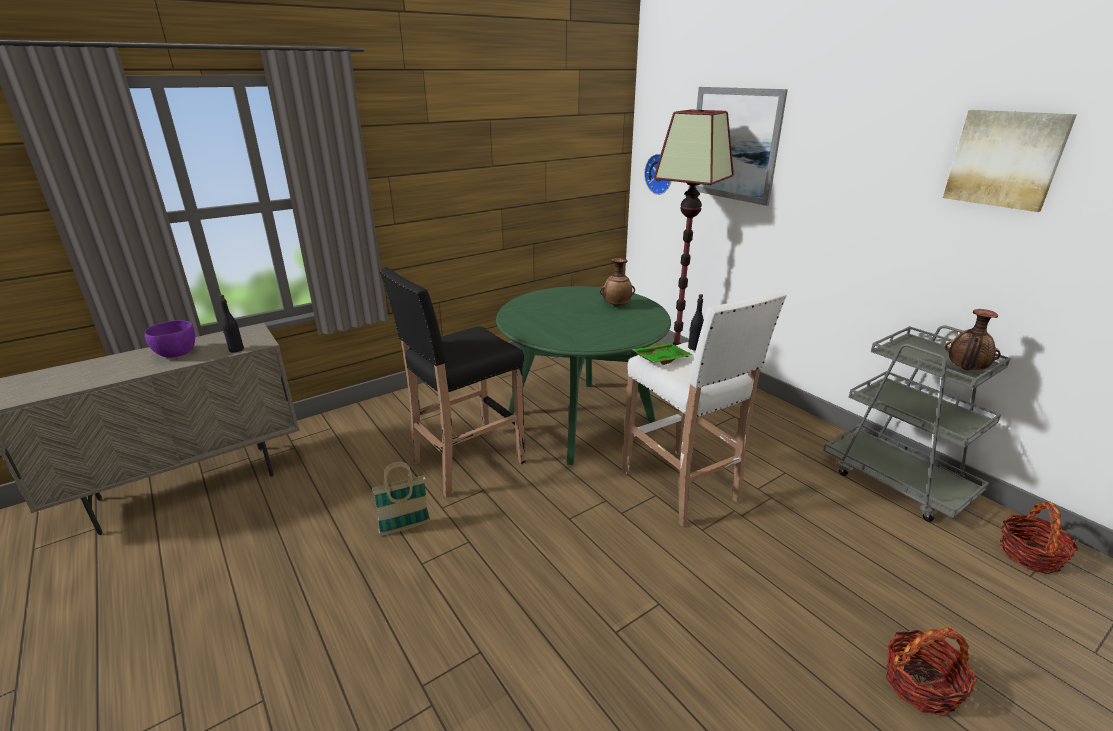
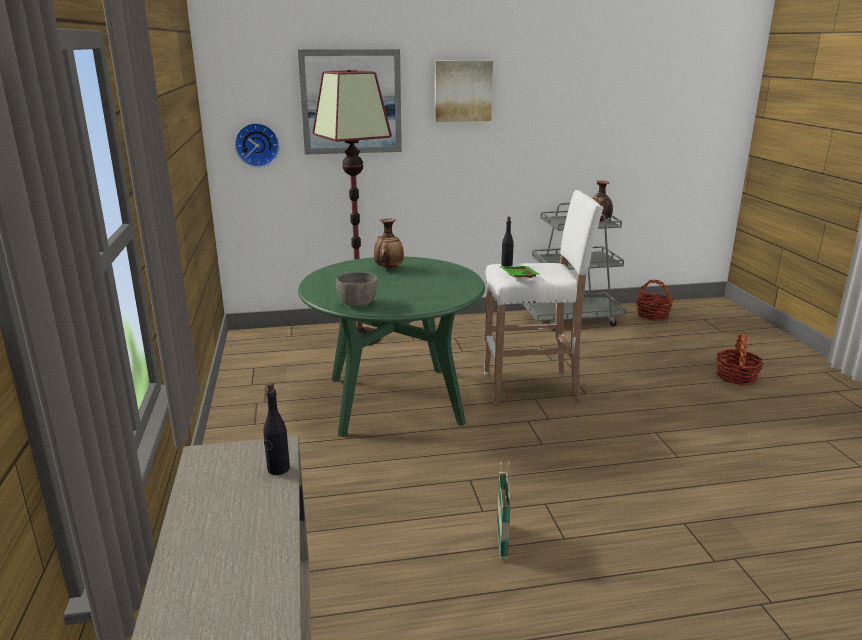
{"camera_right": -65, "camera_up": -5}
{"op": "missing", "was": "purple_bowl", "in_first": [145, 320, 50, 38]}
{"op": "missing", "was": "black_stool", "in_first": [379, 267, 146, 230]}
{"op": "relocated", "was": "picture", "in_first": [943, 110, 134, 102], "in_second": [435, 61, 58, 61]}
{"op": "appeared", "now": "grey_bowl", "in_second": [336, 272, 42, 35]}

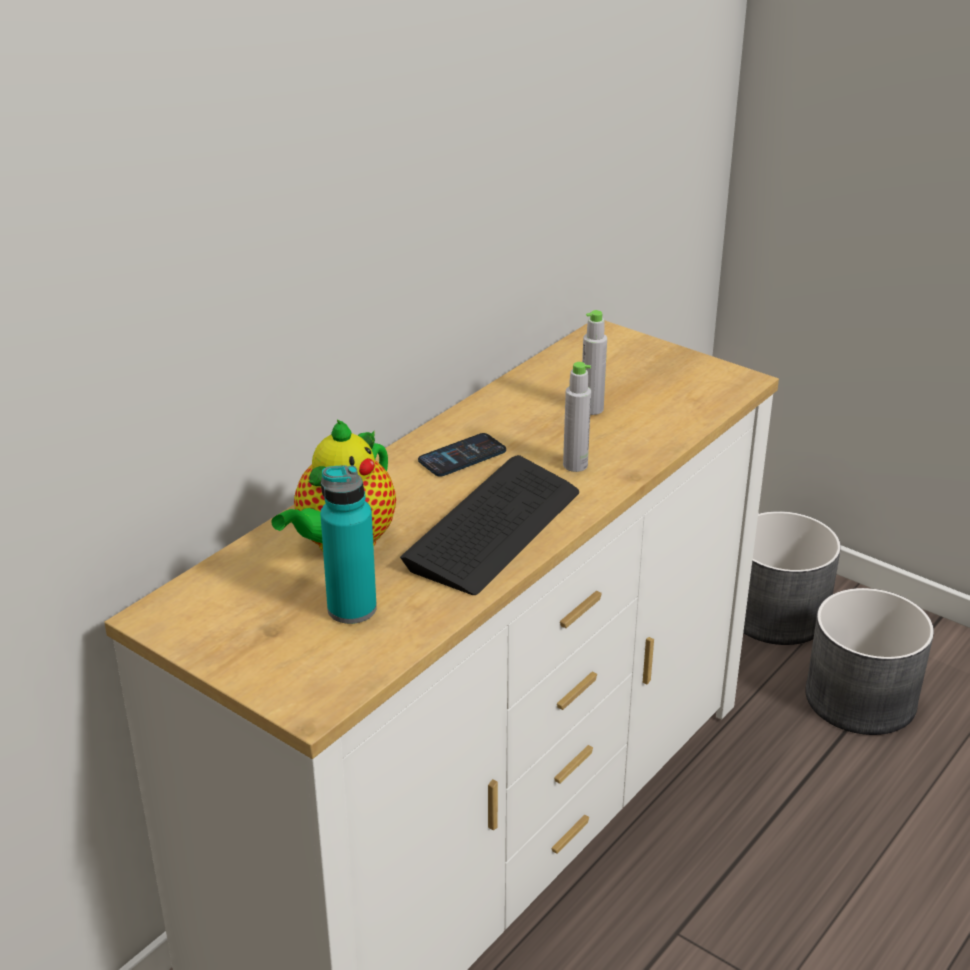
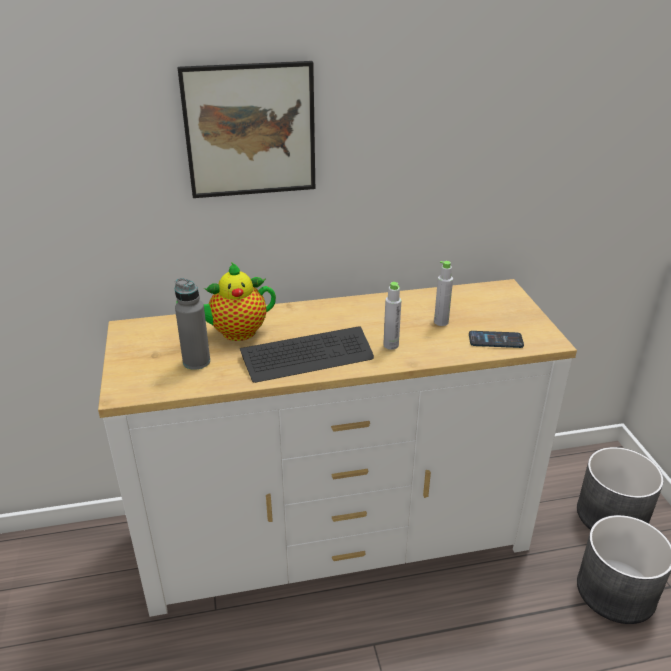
{"camera_right": 40, "camera_up": 0}
{"op": "colour", "was": "turquoise_bottle", "now": "grey_bottle", "in_first": [320, 465, 57, 159], "in_second": [175, 278, 35, 92]}
{"op": "relocated", "was": "phone", "in_first": [418, 433, 88, 44], "in_second": [469, 331, 55, 17]}
{"op": "appeared", "now": "picture", "in_second": [177, 61, 138, 137]}

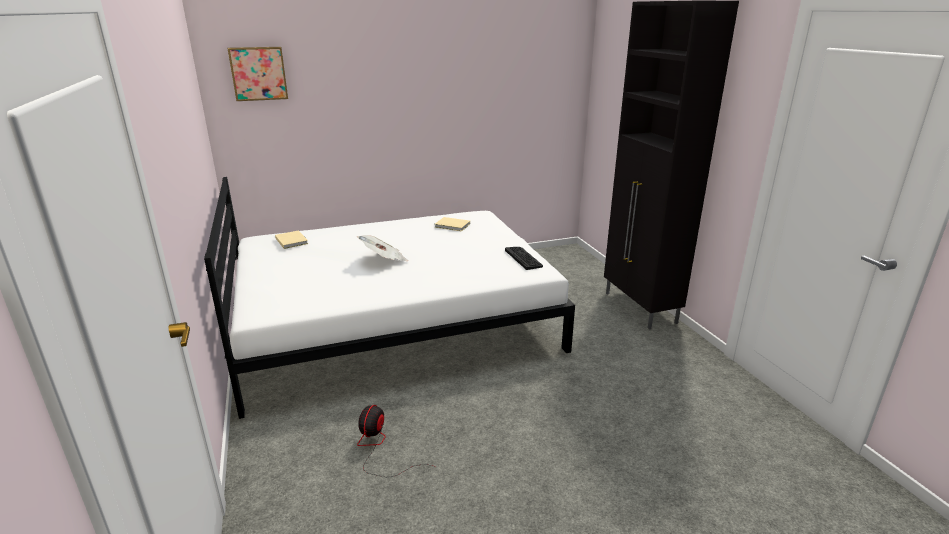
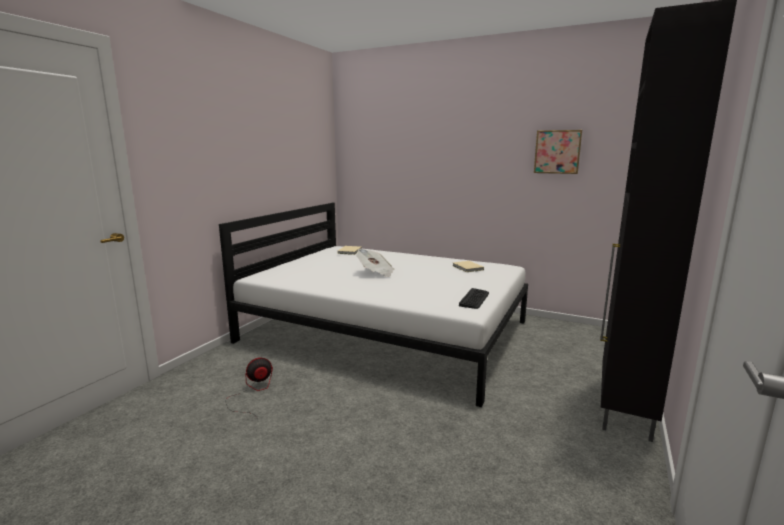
{"camera_right": 45, "camera_up": -10}
{"op": "relocated", "was": "picture", "in_first": [227, 47, 61, 54], "in_second": [534, 130, 48, 44]}

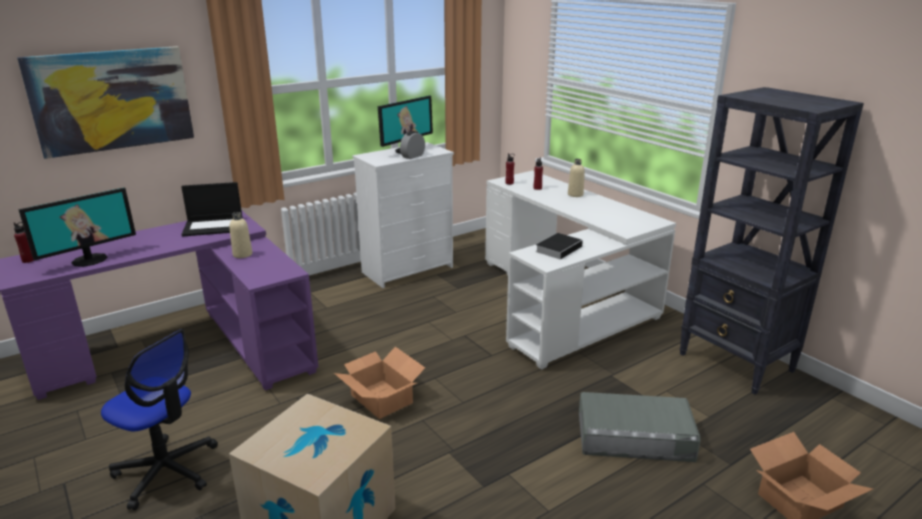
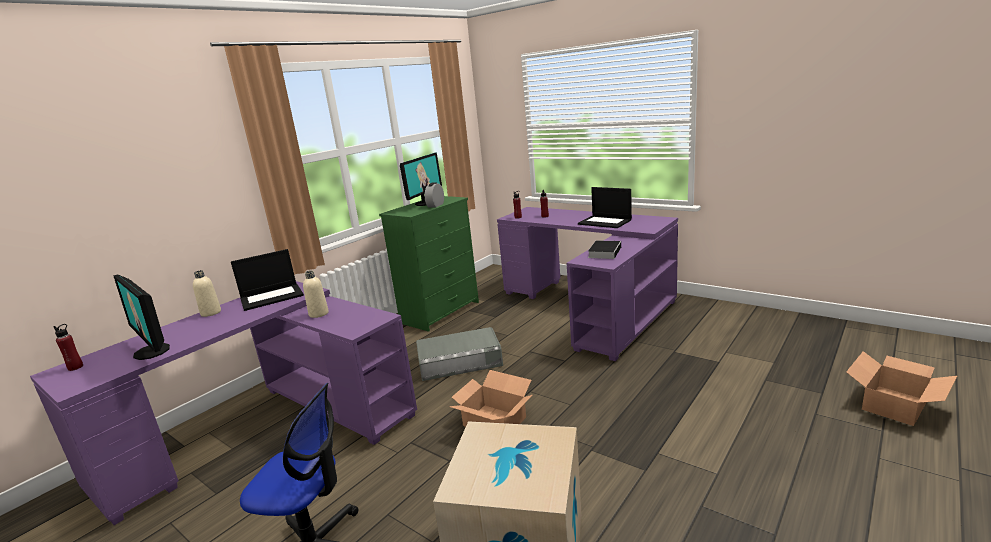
{"camera_right": -15, "camera_up": -5}
{"op": "missing", "was": "picture", "in_first": [17, 46, 177, 113]}
{"op": "spun", "was": "monitor", "in_first": [18, 188, 118, 79], "in_second": [113, 274, 57, 86], "clockwise": 105}
{"op": "colour", "was": "white_dresser", "now": "green_dresser", "in_first": [352, 142, 102, 146], "in_second": [379, 196, 100, 136]}
{"op": "colour", "was": "white_desk", "now": "purple_desk", "in_first": [485, 171, 191, 198], "in_second": [497, 207, 181, 154]}
{"op": "relocated", "was": "beige_bottle", "in_first": [568, 159, 17, 38], "in_second": [193, 270, 28, 47]}
{"op": "relocated", "was": "grey_storage_box", "in_first": [579, 392, 121, 70], "in_second": [416, 327, 87, 54]}
{"op": "missing", "was": "black_bookcase", "in_first": [679, 87, 185, 308]}
{"op": "appeared", "now": "laptop", "in_second": [578, 187, 54, 41]}

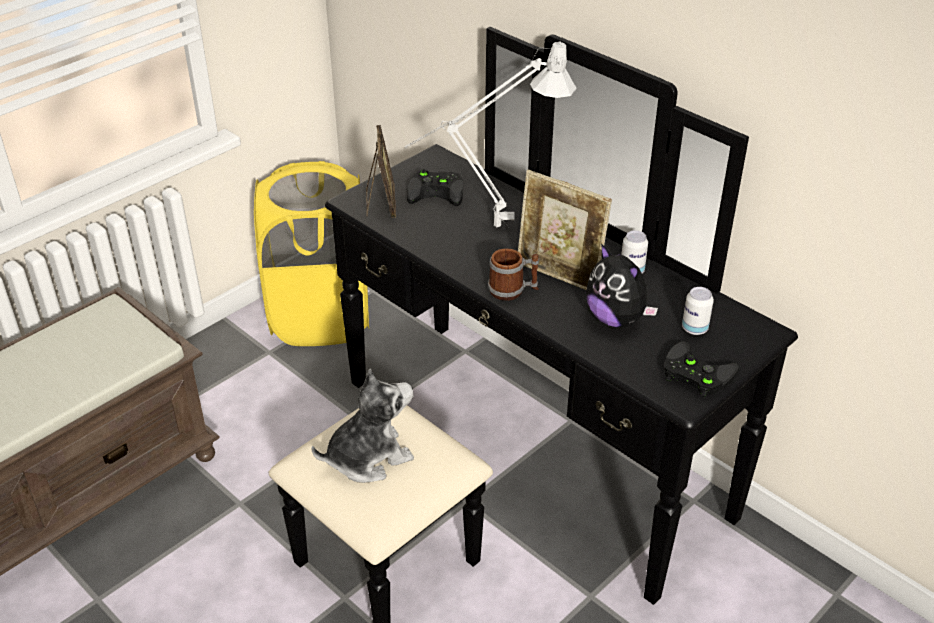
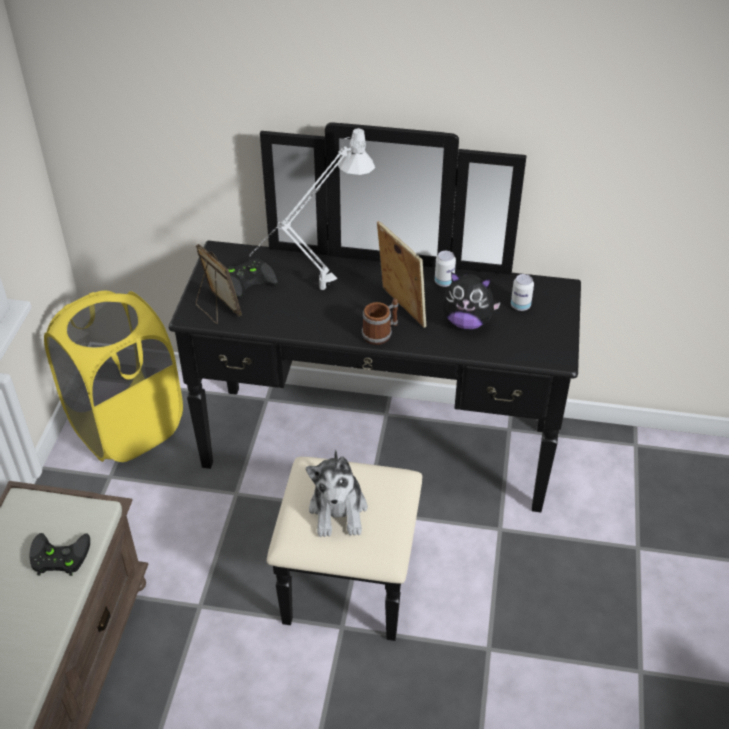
{"camera_right": -35, "camera_up": 5}
{"op": "spun", "was": "plush_toy", "in_first": [312, 369, 102, 114], "in_second": [306, 450, 62, 87], "clockwise": 150}
{"op": "spun", "was": "picture_frame", "in_first": [518, 170, 94, 120], "in_second": [377, 221, 50, 107], "clockwise": -120}
{"op": "relocated", "was": "black_game_controller", "in_first": [665, 341, 74, 56], "in_second": [30, 533, 60, 43]}

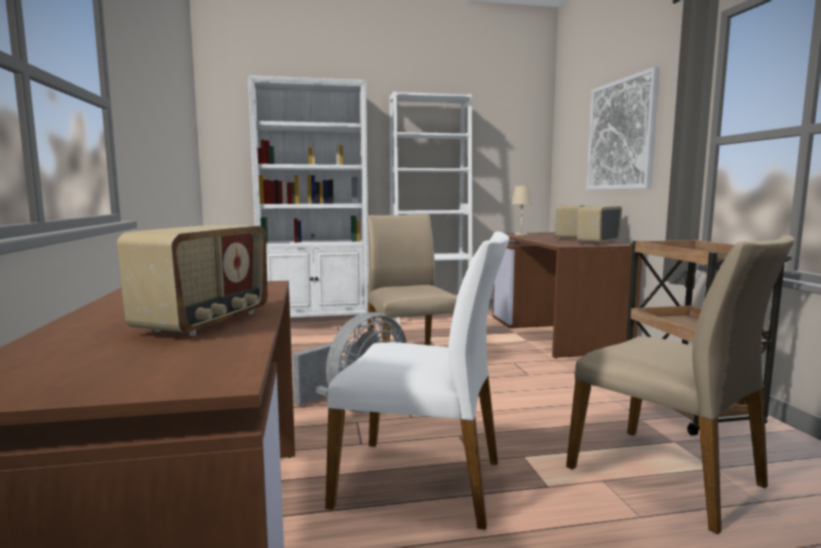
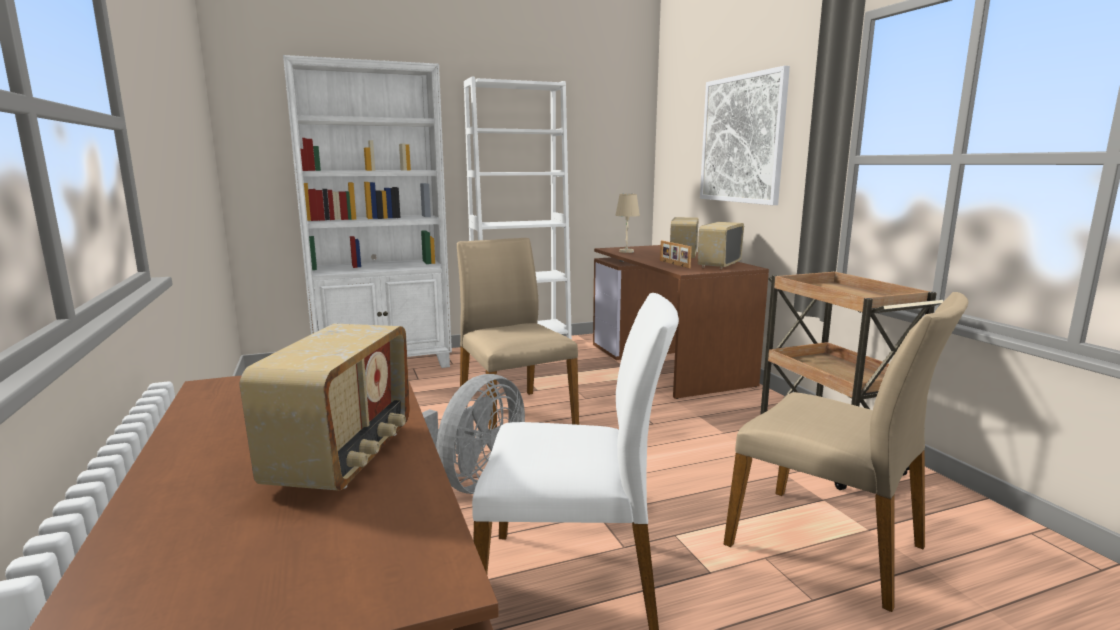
{"camera_right": -10, "camera_up": 5}
{"op": "appeared", "now": "picture_frame", "in_second": [660, 241, 32, 27]}

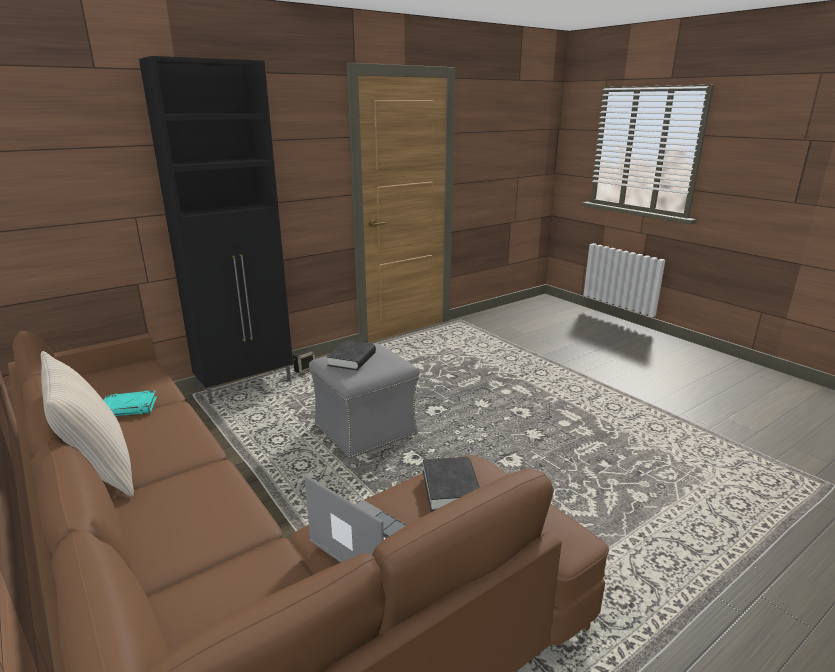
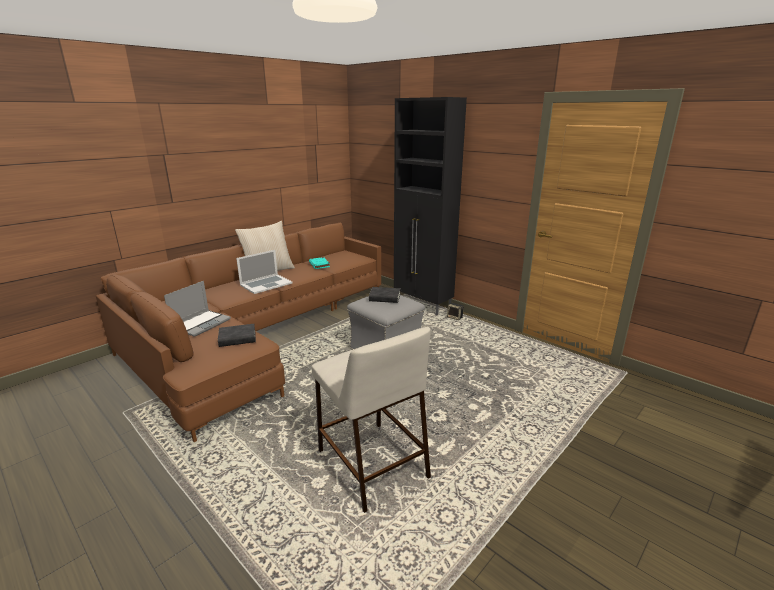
{"camera_right": 80, "camera_up": 0}
{"op": "appeared", "now": "laptop", "in_second": [236, 250, 57, 44]}
{"op": "appeared", "now": "beige_stool", "in_second": [312, 327, 119, 186]}

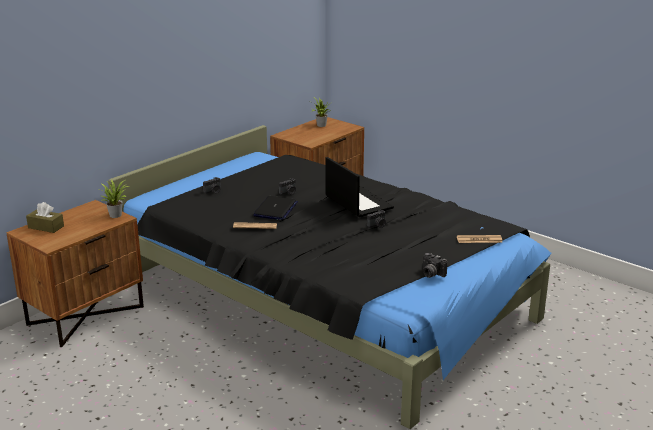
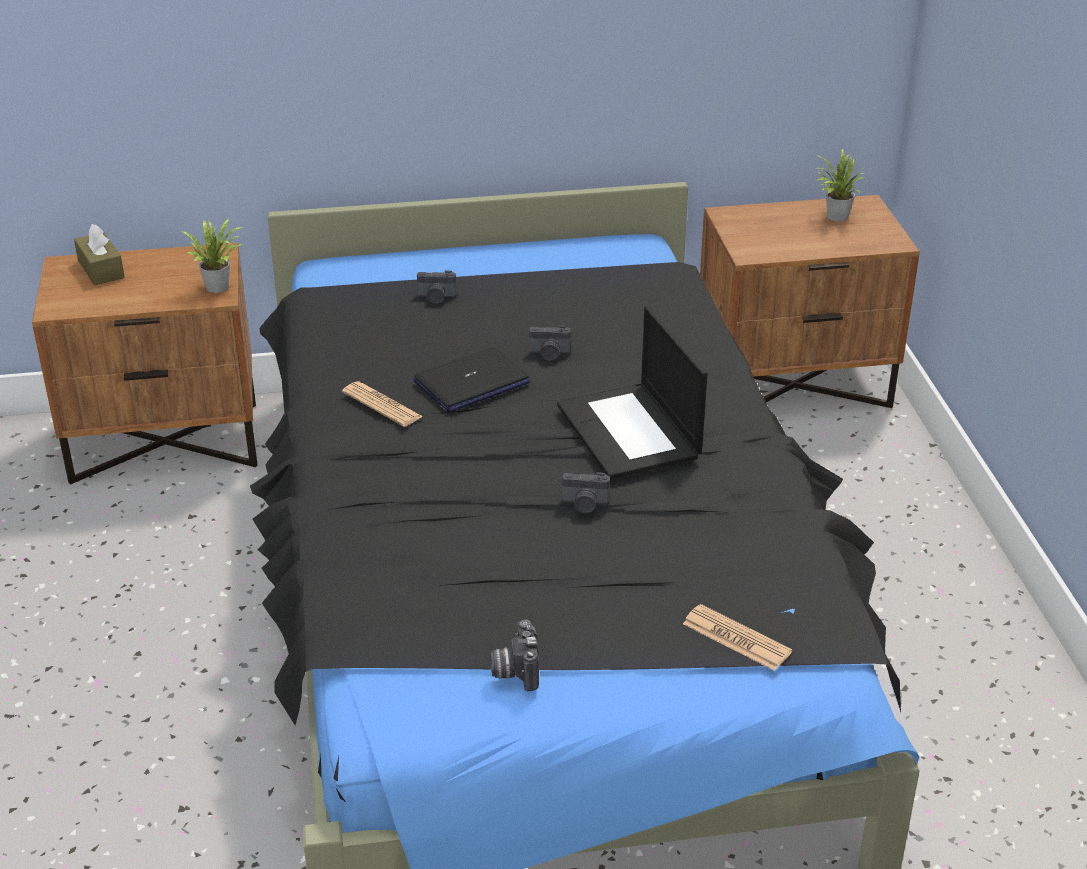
{"camera_right": 40, "camera_up": 10}
{"op": "spun", "was": "laptop", "in_first": [326, 157, 68, 60], "in_second": [557, 306, 151, 173], "clockwise": 150}

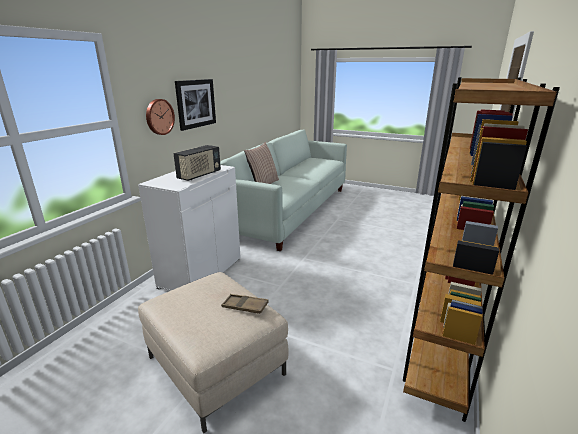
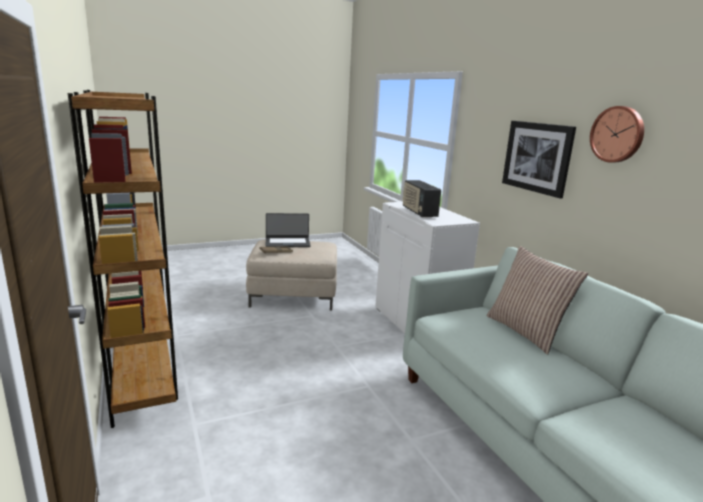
{"camera_right": 130, "camera_up": -5}
{"op": "relocated", "was": "wall_clock", "in_first": [146, 99, 29, 36], "in_second": [590, 106, 54, 56]}
{"op": "appeared", "now": "laptop", "in_second": [266, 213, 45, 34]}

